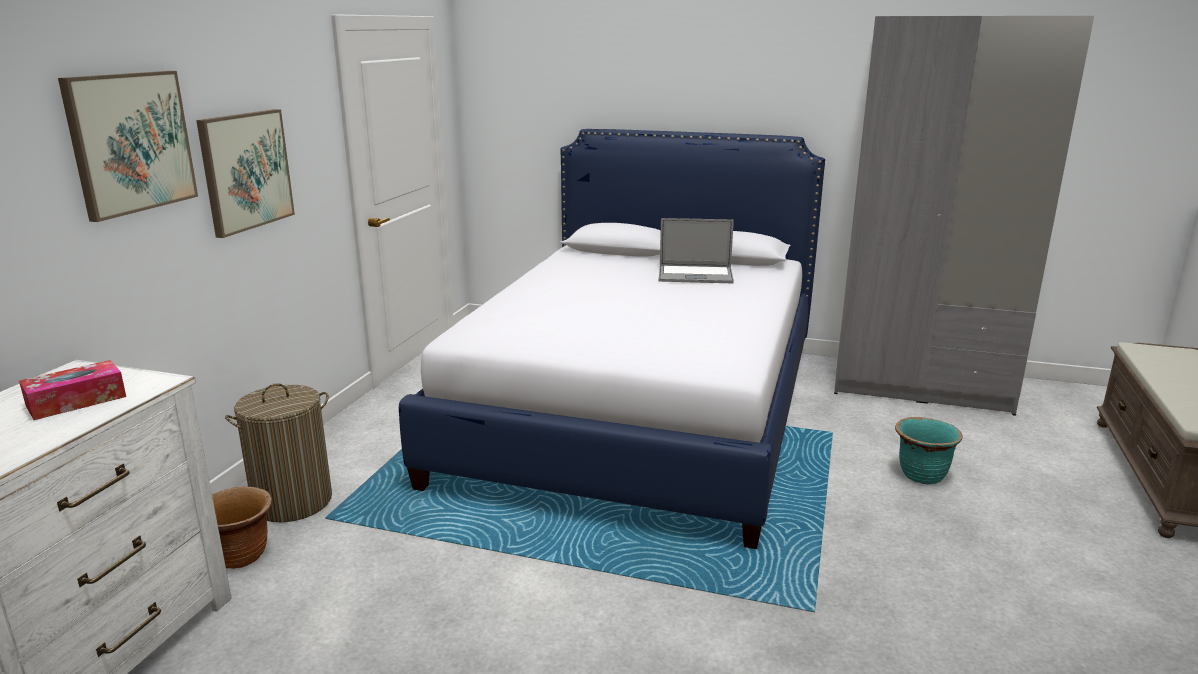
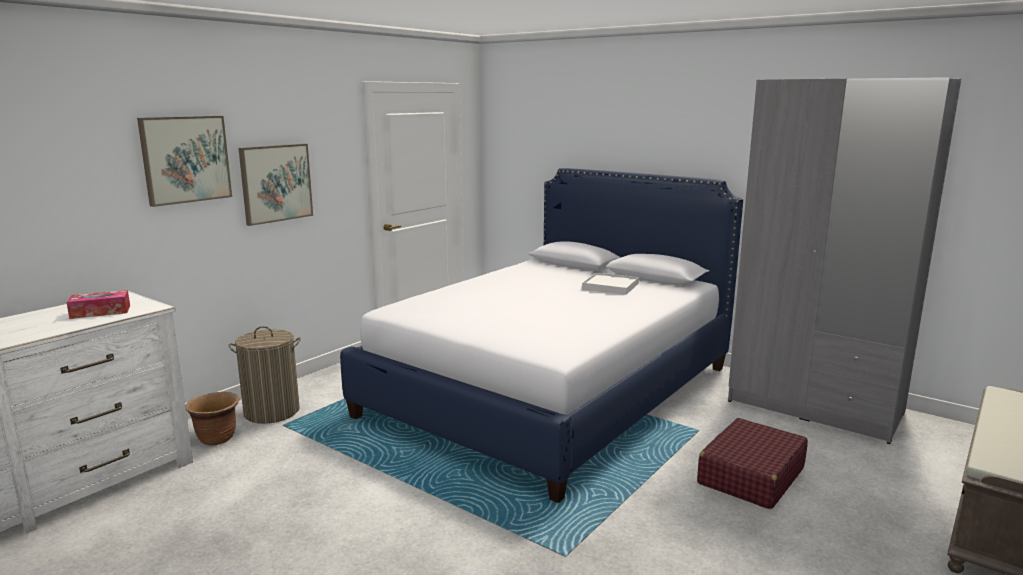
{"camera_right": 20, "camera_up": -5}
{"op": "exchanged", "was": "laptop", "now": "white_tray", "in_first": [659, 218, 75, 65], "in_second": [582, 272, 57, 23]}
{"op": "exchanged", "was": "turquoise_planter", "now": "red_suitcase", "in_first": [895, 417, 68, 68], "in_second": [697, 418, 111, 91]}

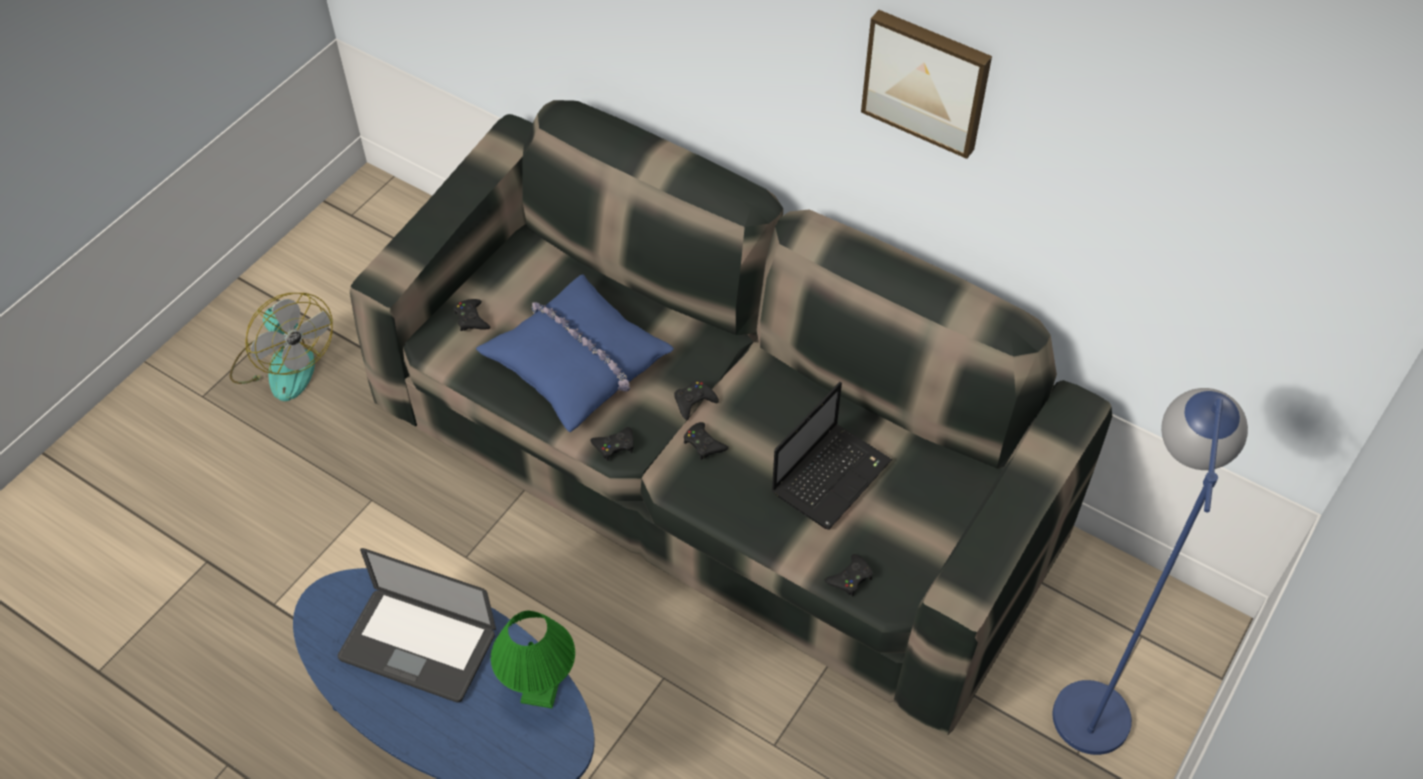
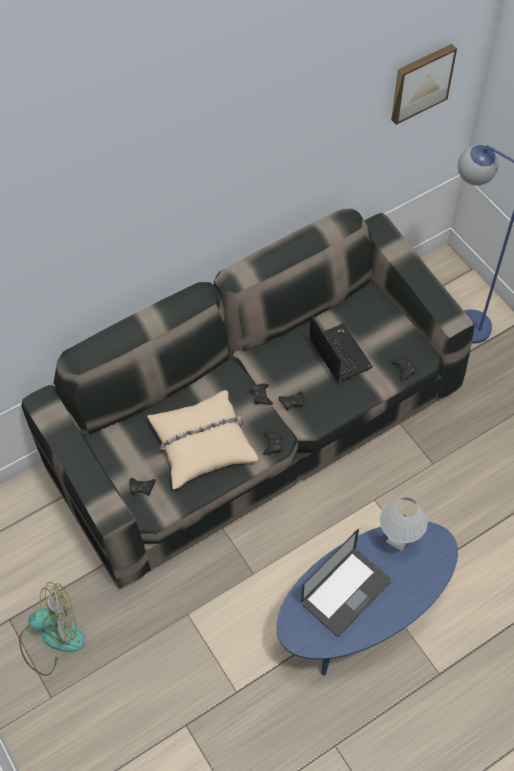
{"camera_right": -65, "camera_up": 5}
{"op": "colour", "was": "blue_pillow", "now": "beige_pillow", "in_first": [476, 274, 198, 158], "in_second": [147, 390, 112, 100]}
{"op": "colour", "was": "green_table_lamp", "now": "white_table_lamp", "in_first": [491, 610, 84, 98], "in_second": [380, 497, 48, 54]}
{"op": "relocated", "was": "picture", "in_first": [861, 10, 131, 149], "in_second": [391, 44, 66, 81]}

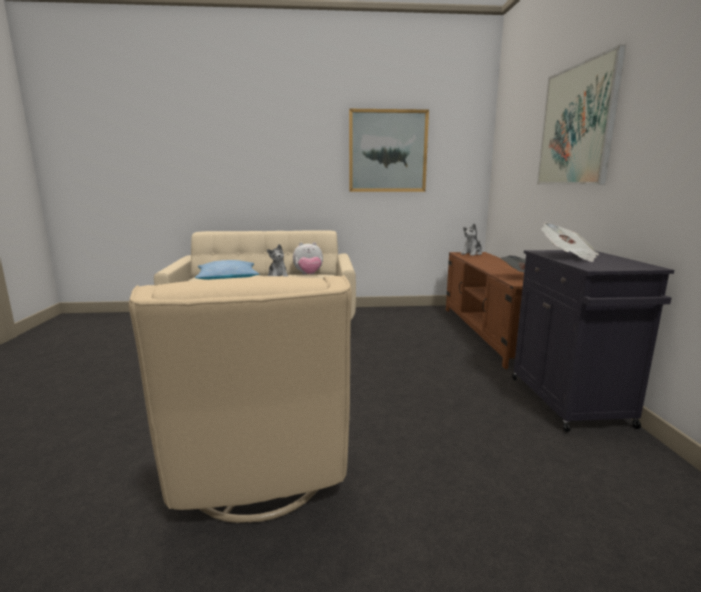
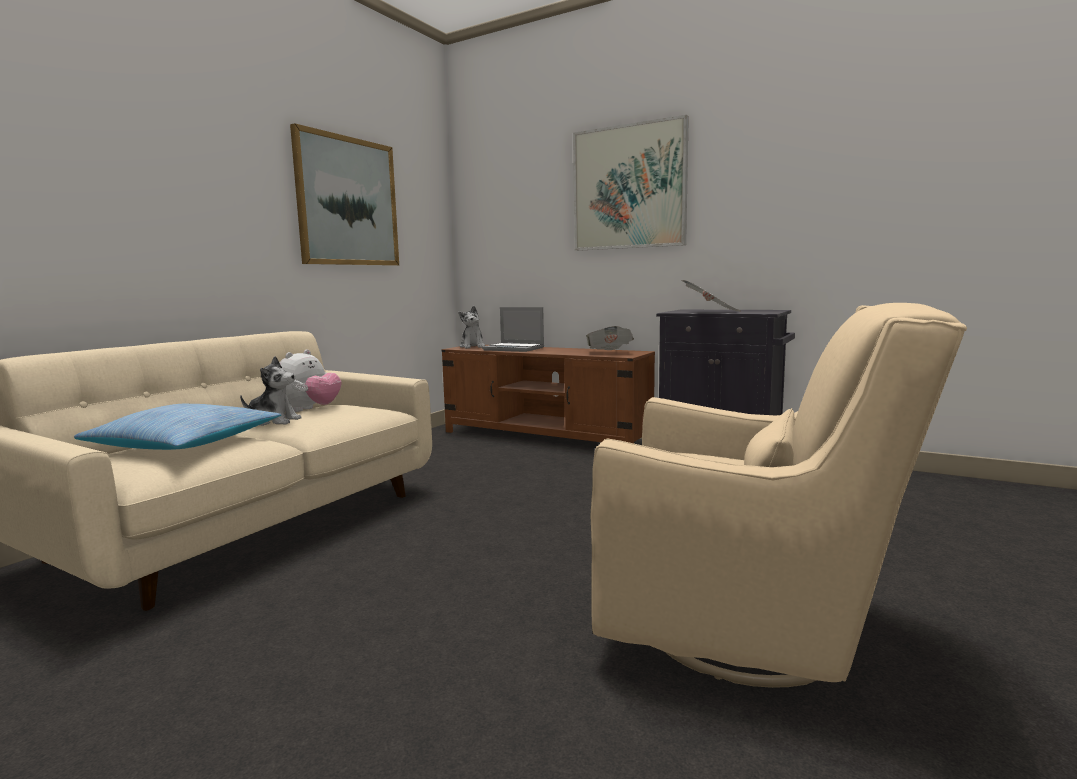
{"camera_right": -55, "camera_up": -5}
{"op": "appeared", "now": "laptop", "in_second": [482, 307, 62, 45]}

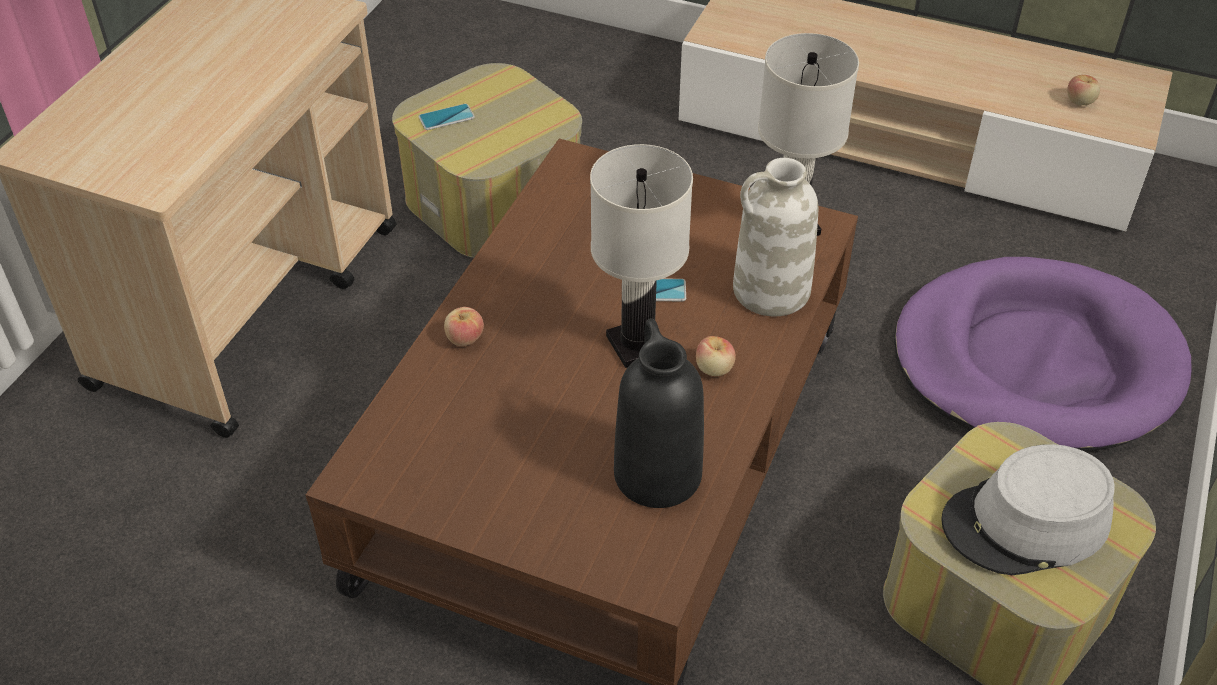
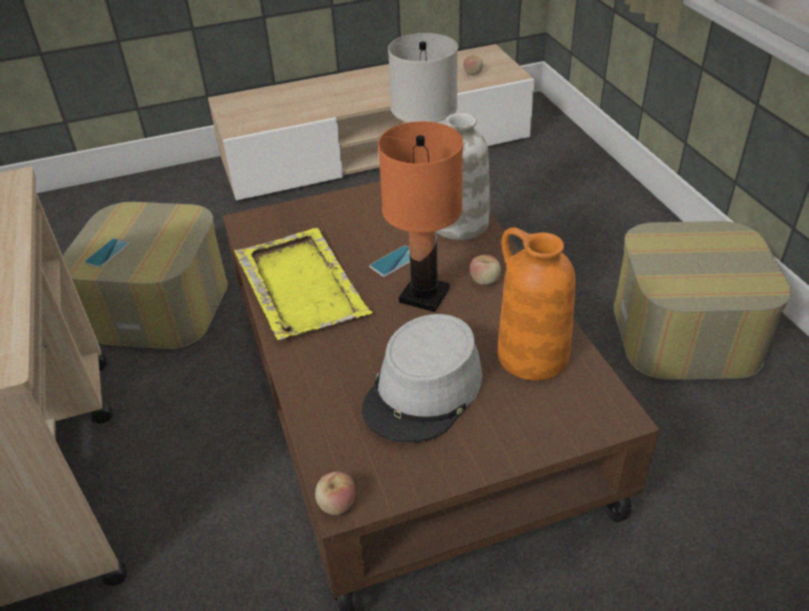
{"camera_right": -40, "camera_up": -5}
{"op": "relocated", "was": "apple", "in_first": [444, 307, 40, 39], "in_second": [315, 472, 40, 43]}
{"op": "colour", "was": "white_table_lamp", "now": "orange_table_lamp", "in_first": [590, 144, 103, 224], "in_second": [378, 121, 85, 191]}
{"op": "colour", "was": "black_vase", "now": "orange_vase", "in_first": [614, 319, 90, 189], "in_second": [497, 227, 78, 154]}
{"op": "missing", "was": "purple_dog_bed", "in_first": [894, 257, 298, 194]}
{"op": "relocated", "was": "grey_hat", "in_first": [941, 444, 174, 131], "in_second": [362, 314, 120, 128]}
{"op": "appeared", "now": "yellow_tray", "in_second": [234, 228, 139, 112]}

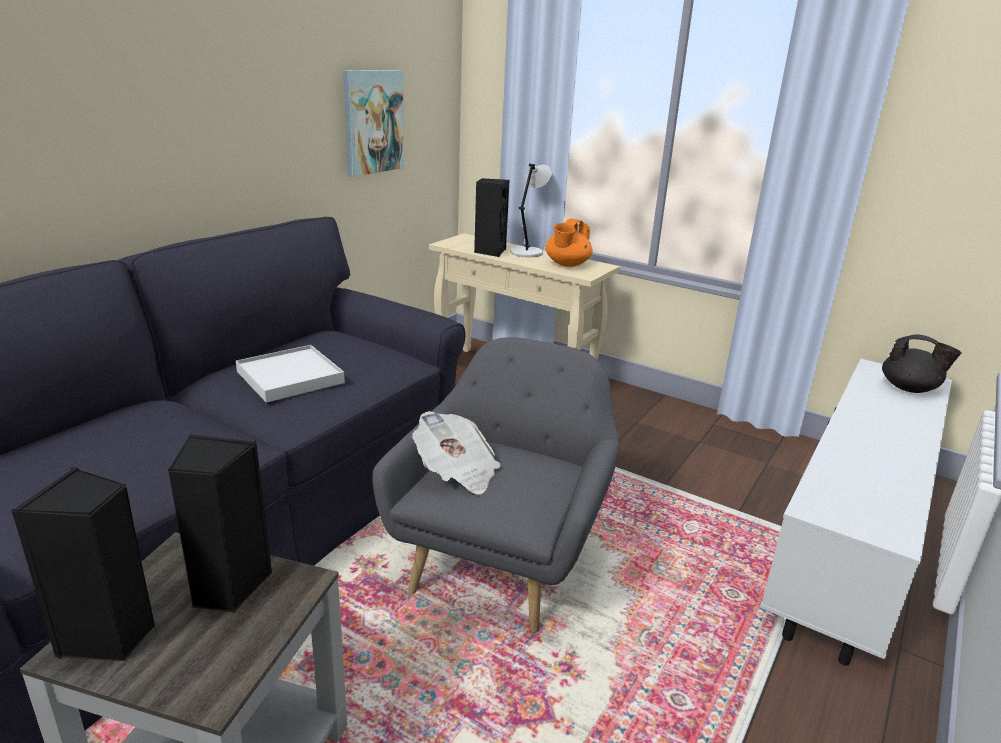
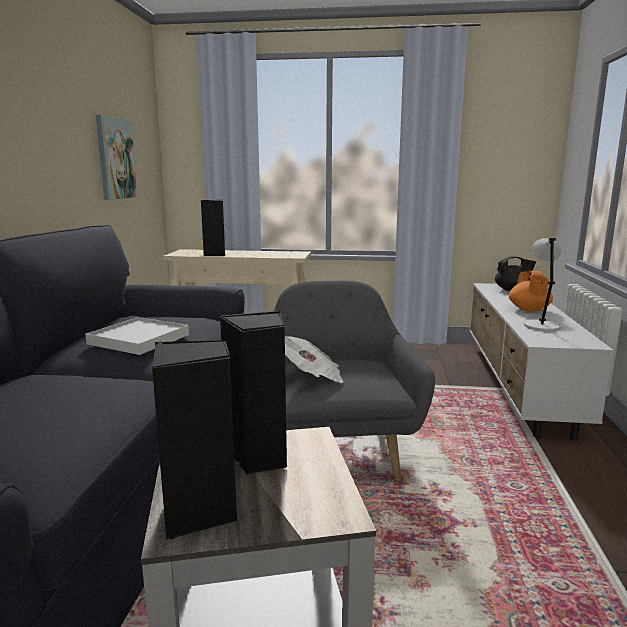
{"camera_right": -25, "camera_up": -10}
{"op": "relocated", "was": "grey_table_lamp", "in_first": [510, 163, 42, 94], "in_second": [524, 238, 37, 93]}
{"op": "relocated", "was": "orange_teapot", "in_first": [545, 218, 48, 49], "in_second": [509, 271, 44, 41]}

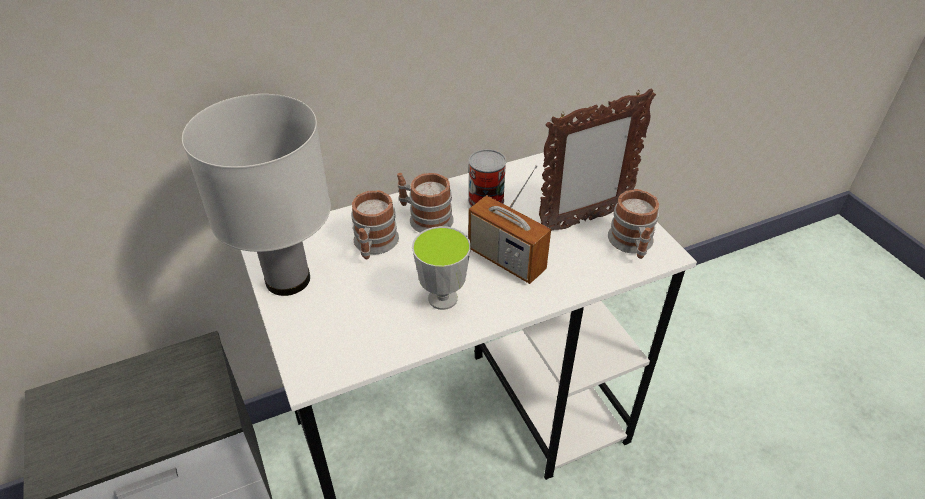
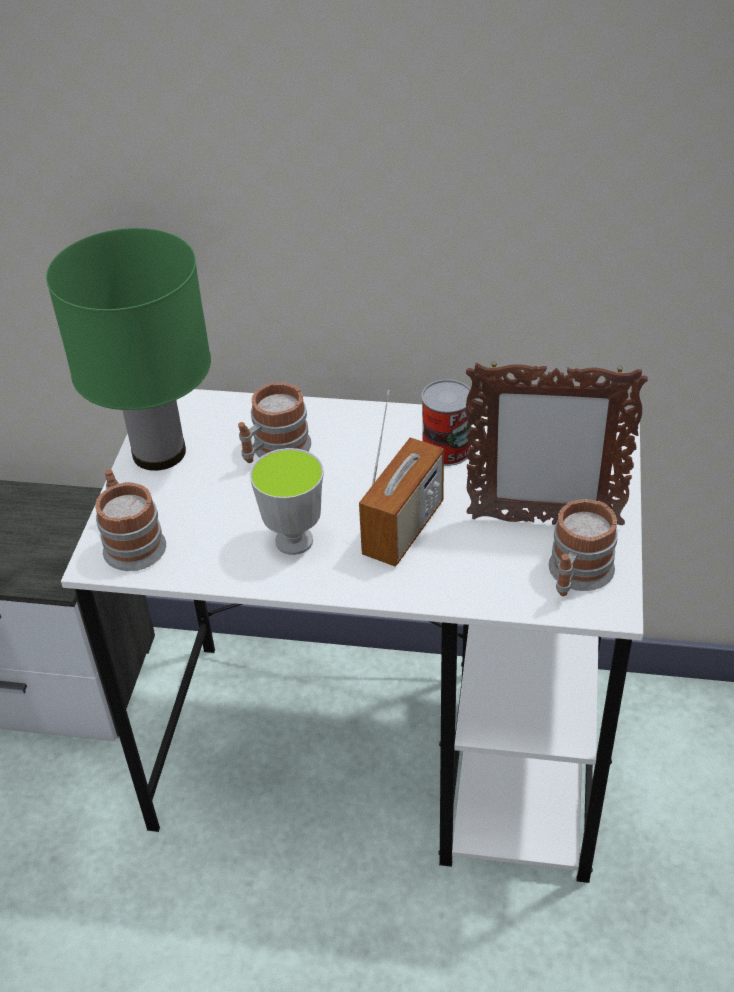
{"camera_right": 35, "camera_up": 0}
{"op": "colour", "was": "white_table_lamp", "now": "green_table_lamp", "in_first": [182, 94, 149, 202], "in_second": [46, 228, 165, 243]}
{"op": "relocated", "was": "mug", "in_first": [397, 173, 57, 60], "in_second": [95, 469, 71, 102]}
{"op": "spun", "was": "radio", "in_first": [468, 165, 83, 119], "in_second": [359, 390, 85, 177], "clockwise": -135}

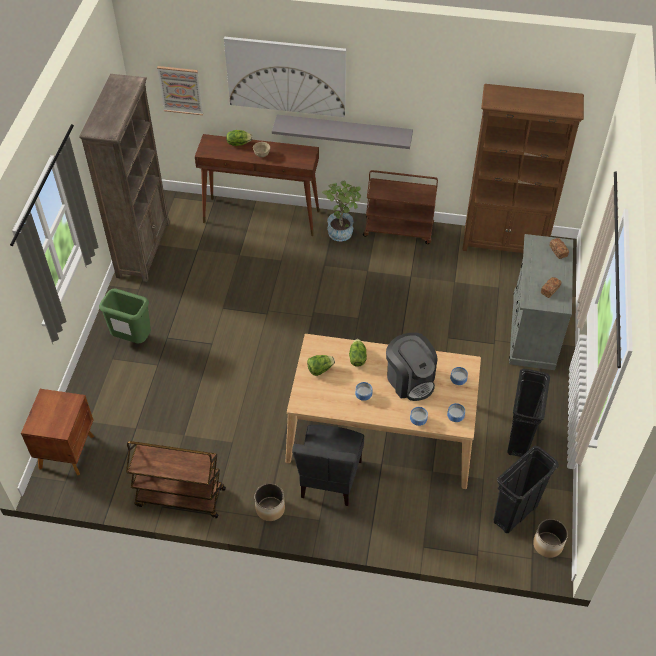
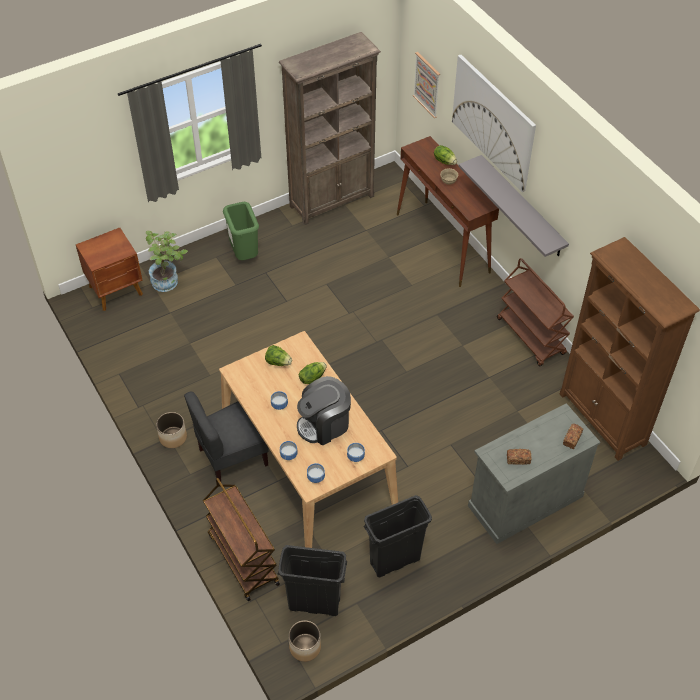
{"camera_right": 50, "camera_up": 0}
{"op": "relocated", "was": "brown_cart", "in_first": [126, 441, 100, 77], "in_second": [203, 478, 77, 123]}
{"op": "relocated", "was": "potted_plant", "in_first": [322, 181, 39, 60], "in_second": [146, 231, 42, 61]}
{"op": "spun", "was": "coffee_machine", "in_first": [386, 333, 51, 68], "in_second": [297, 376, 54, 69], "clockwise": 45}

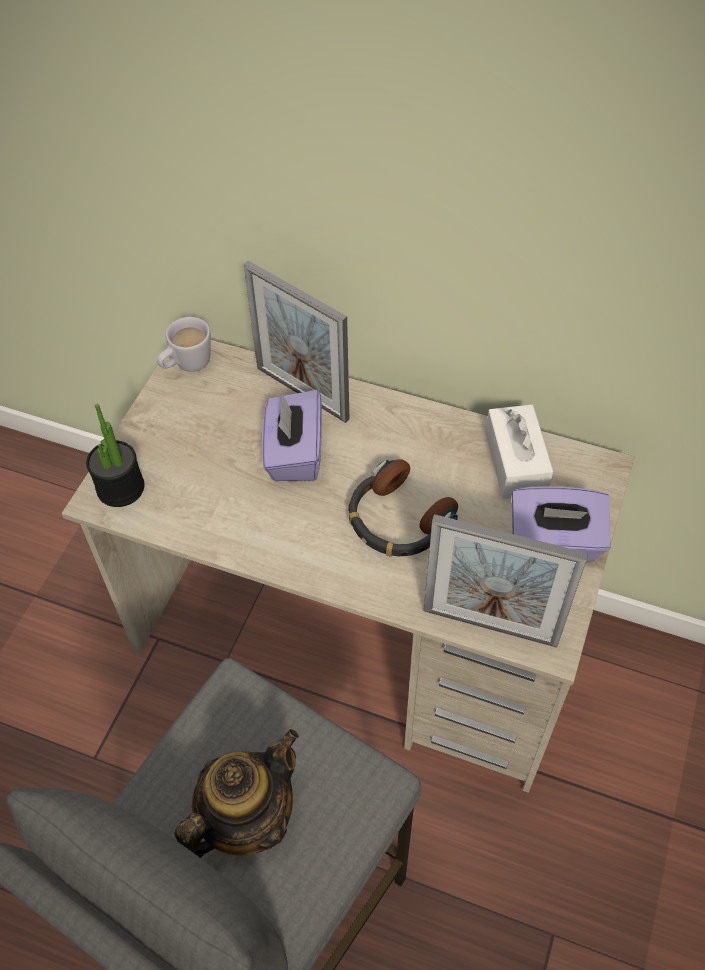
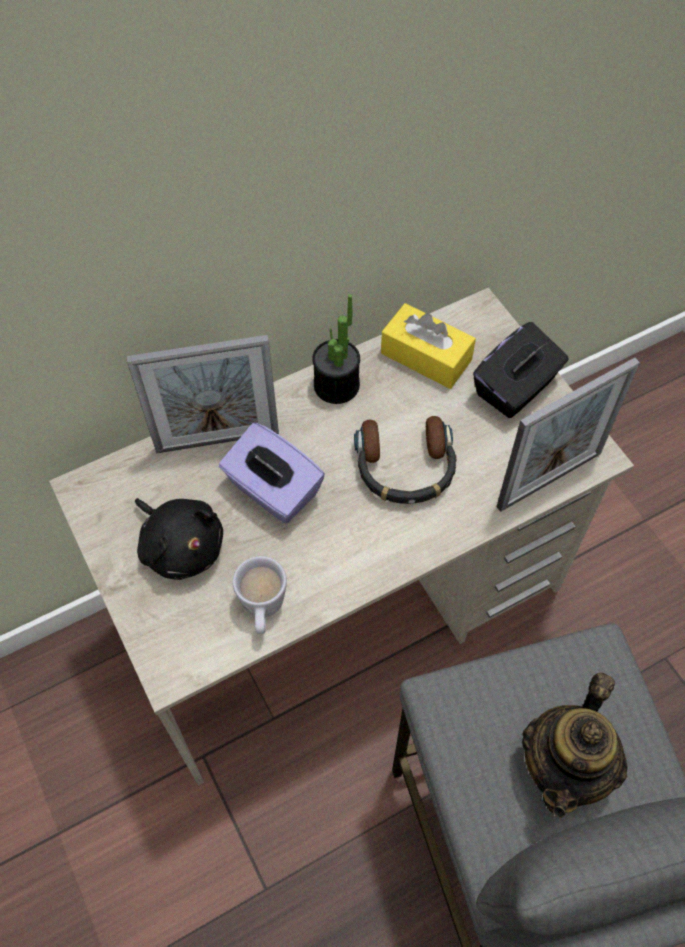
{"camera_right": -50, "camera_up": 5}
{"op": "relocated", "was": "potted_plant", "in_first": [86, 404, 58, 103], "in_second": [312, 294, 48, 110]}
{"op": "relocated", "was": "white_mug", "in_first": [157, 317, 54, 55], "in_second": [233, 556, 54, 78]}
{"op": "spun", "was": "teapot", "in_first": [174, 729, 125, 129], "in_second": [522, 672, 106, 146], "clockwise": -150}
{"op": "colour", "was": "white_tissue_box", "now": "yellow_tissue_box", "in_first": [485, 405, 68, 94], "in_second": [381, 303, 95, 86]}
{"op": "colour", "was": "purple_tissue_box", "now": "black_tissue_box", "in_first": [512, 486, 99, 76], "in_second": [473, 322, 96, 96]}
{"op": "appeared", "now": "black_plush_toy", "in_second": [135, 498, 88, 82]}

